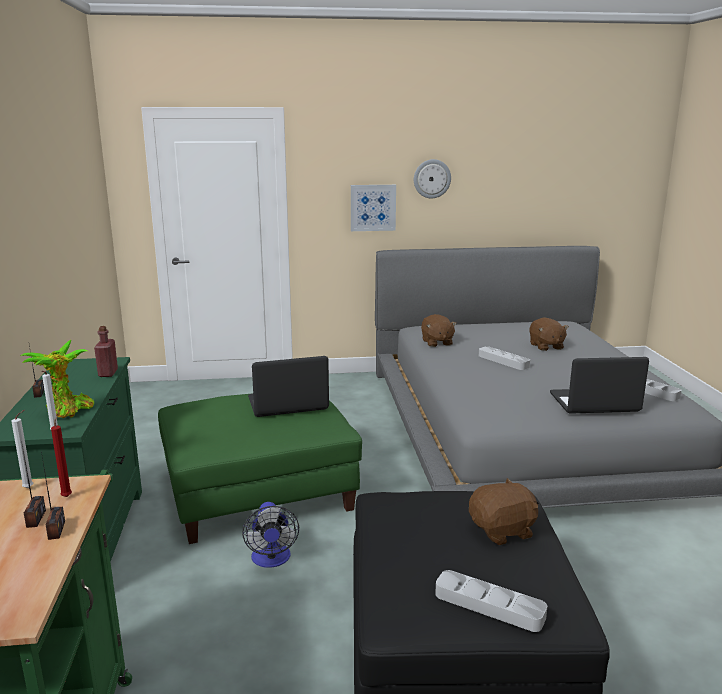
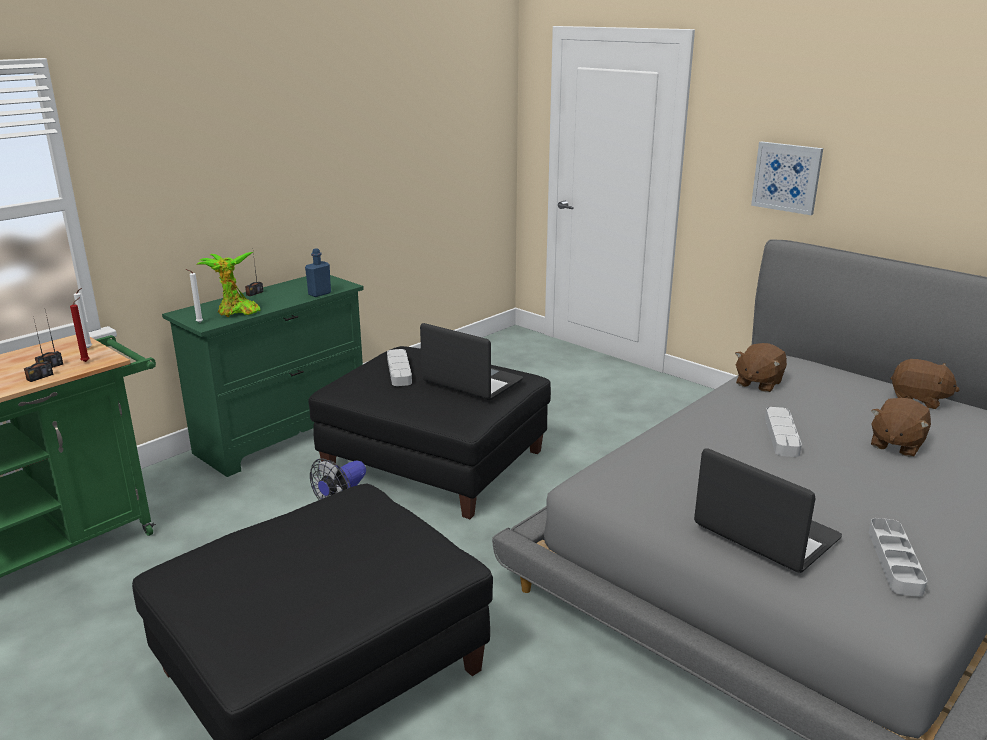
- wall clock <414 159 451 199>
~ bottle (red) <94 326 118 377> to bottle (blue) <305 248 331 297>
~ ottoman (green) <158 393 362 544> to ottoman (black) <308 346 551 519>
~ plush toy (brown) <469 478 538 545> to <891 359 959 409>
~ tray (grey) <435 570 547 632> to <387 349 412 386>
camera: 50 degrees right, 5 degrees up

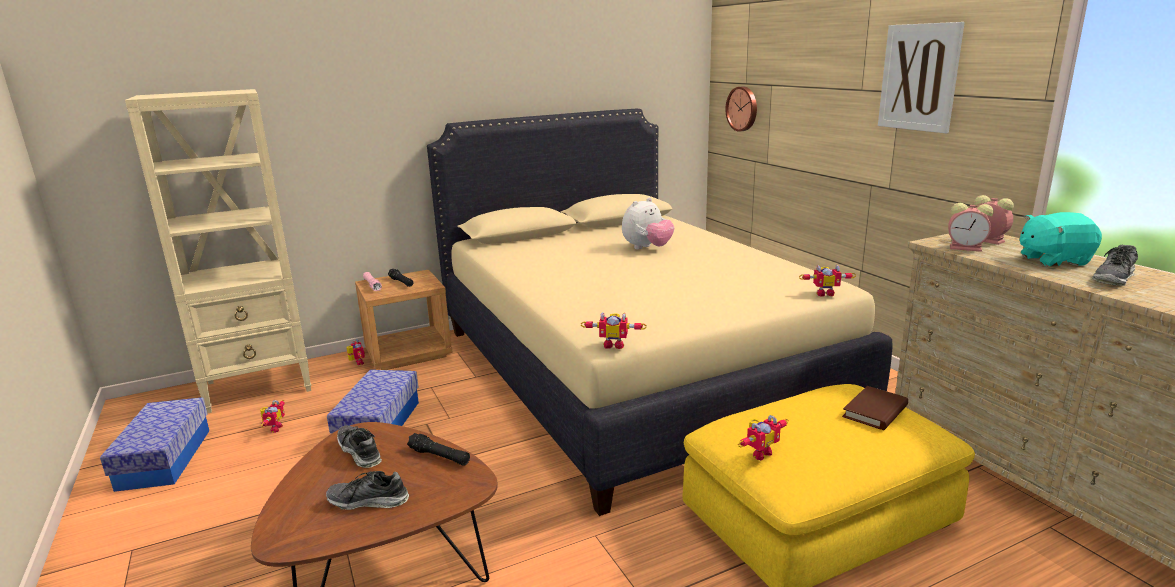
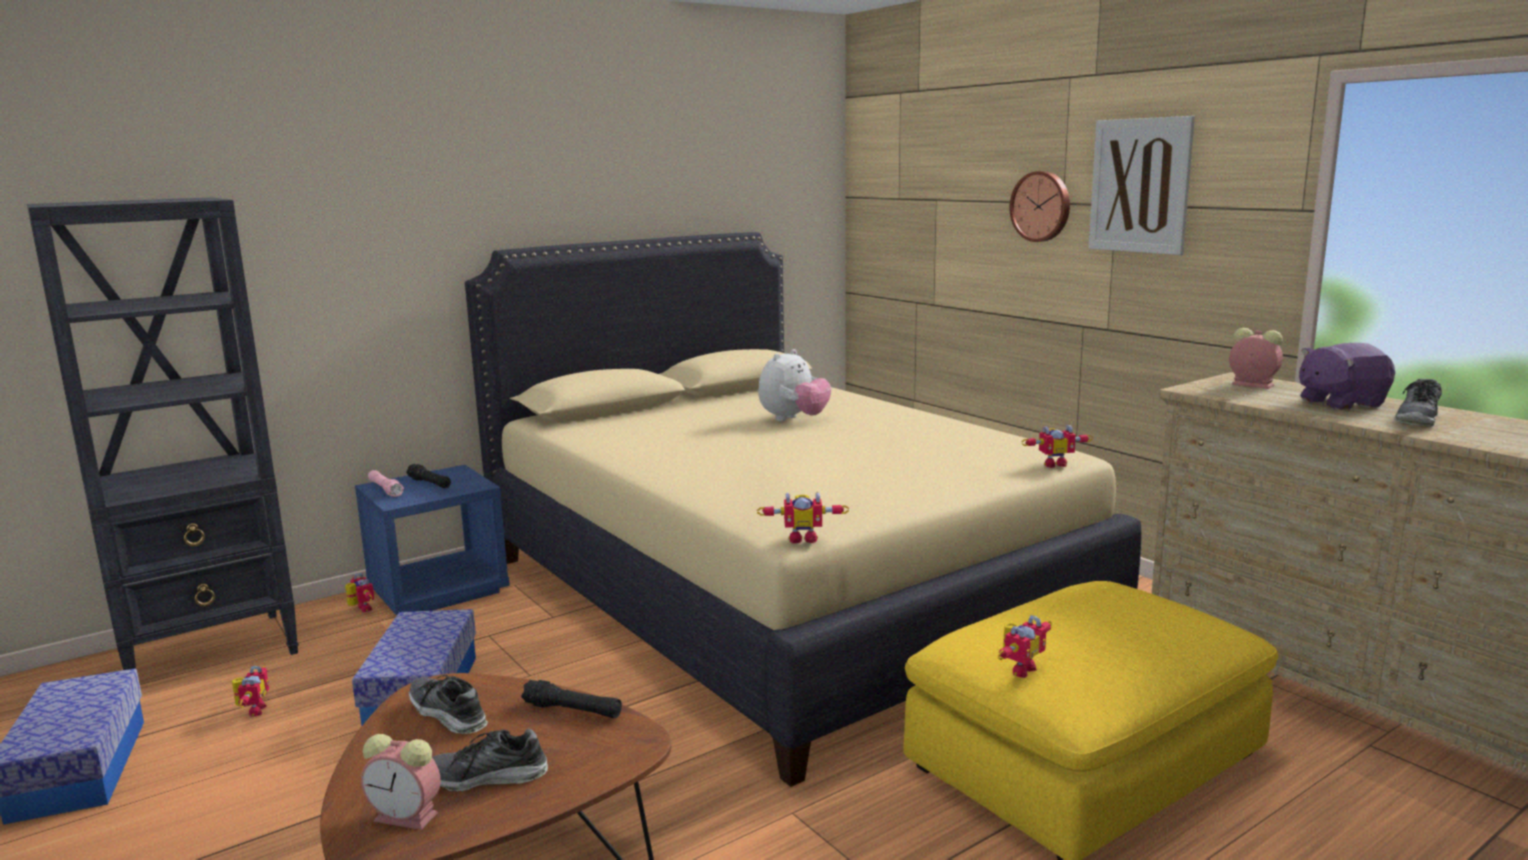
~ wall clock <726 87 757 132> to <1010 171 1070 242>
~ bookcase (beige) <125 89 311 414> to bookcase (black) <27 197 299 670>
~ alarm clock <948 203 994 252> to <361 734 441 830>
~ plush toy (turquoise) <1020 212 1102 267> to plush toy (purple) <1299 343 1395 410>
~ nightstand (brown) <355 270 453 370> to nightstand (blue) <355 465 510 615>
- book (brown) <842 386 908 430>
camera: 10 degrees left, 5 degrees down

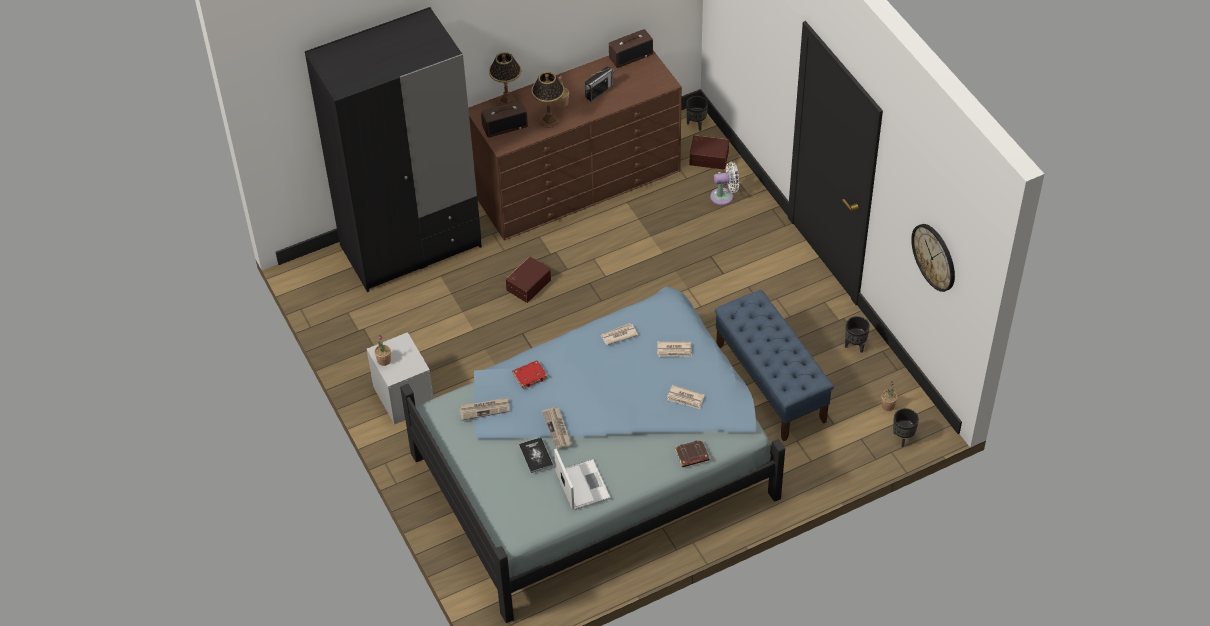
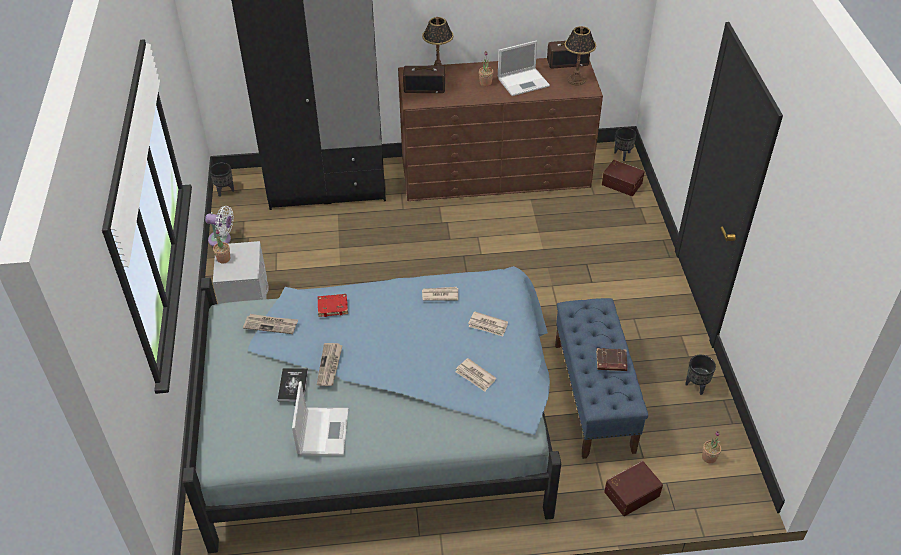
~ radio <585 67 614 101> to laptop <498 40 550 96>
~ table lamp <531 72 565 128> to <564 26 596 85>
~ fan (white) <710 162 739 206> to <205 206 234 247>
- wall clock <911 224 955 292>
~ storage box (brown) <506 256 551 303> to <604 461 663 516>
~ planter (black) <893 408 919 447> to <210 163 234 197>
~ book (brown) <675 440 709 467> to <596 348 628 371>
camera: 20 degrees right, 5 degrees down

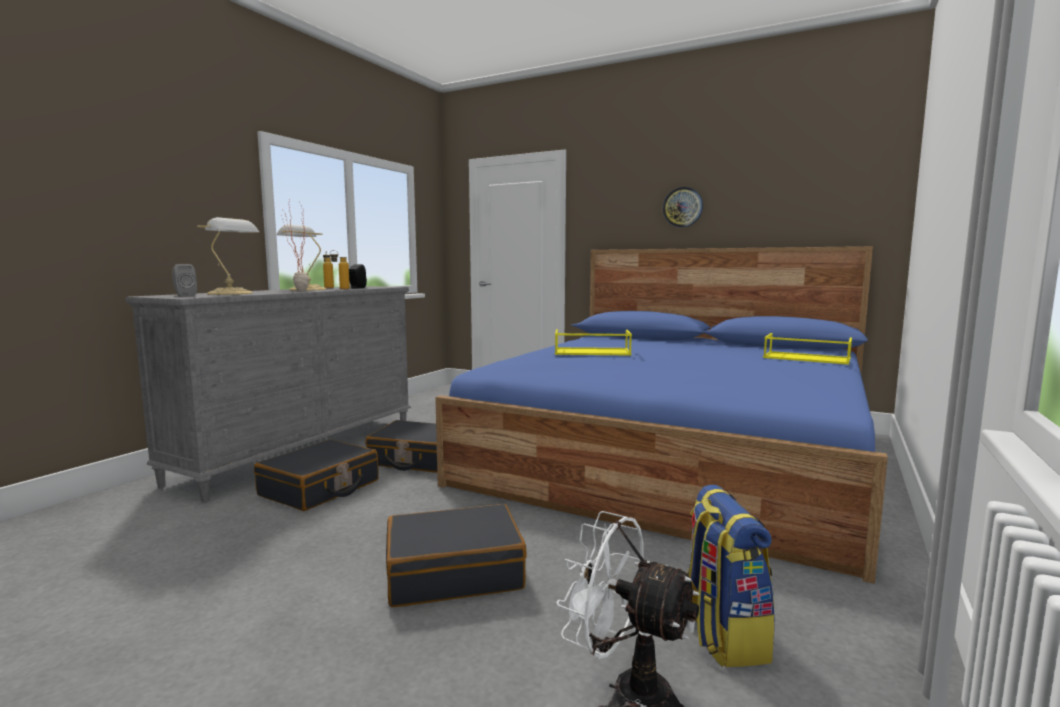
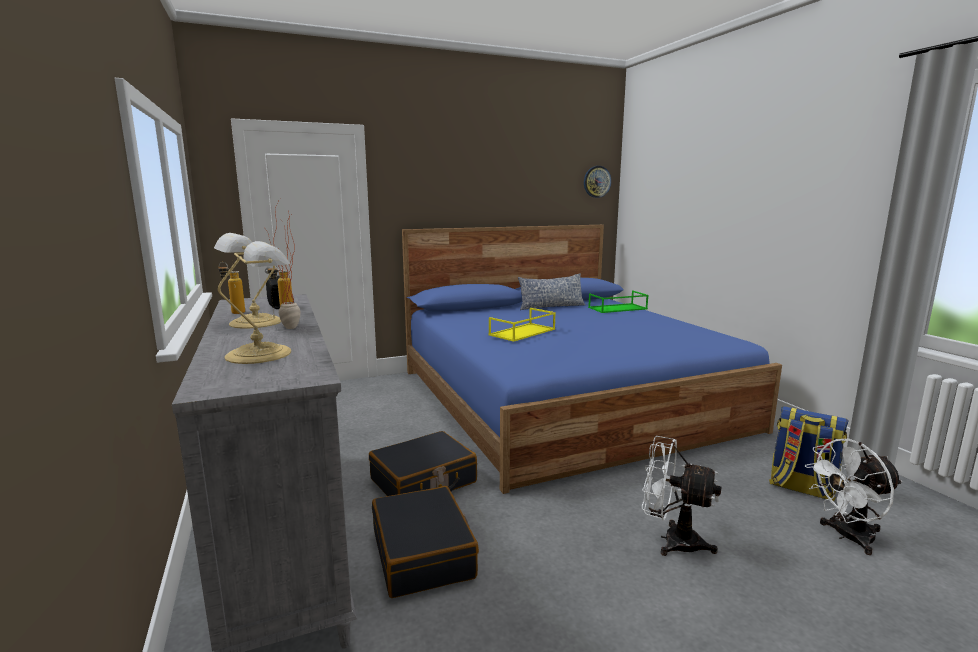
~ wall clock <663 187 703 227> to <584 166 611 198>
- speaker (grey) <172 264 197 296>
~ tray (yellow) <763 333 852 365> to tray (green) <588 291 649 313>
~ suitcase (black) <386 504 527 607> to fan (white) <642 436 722 556>
+ pillow <518 274 585 310>
camera: 50 degrees left, 5 degrees up

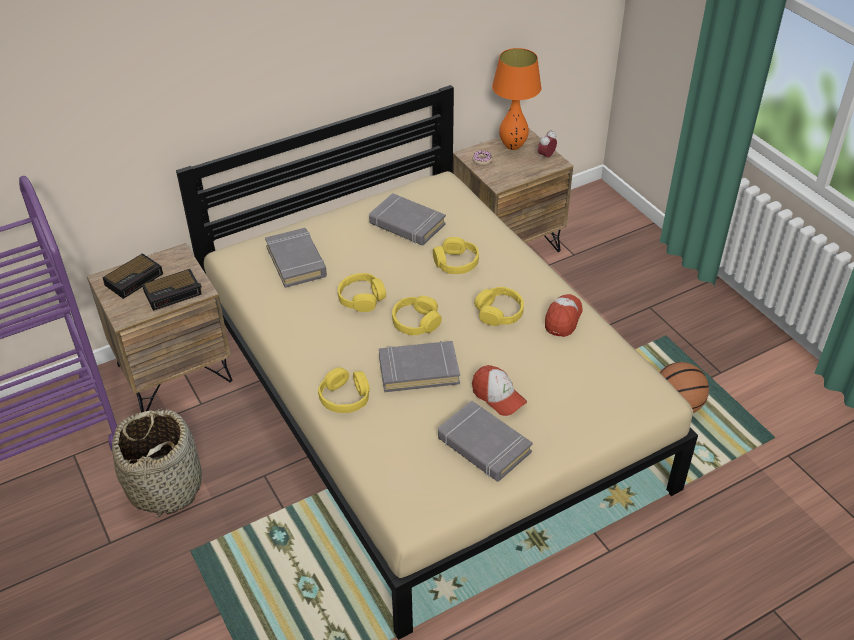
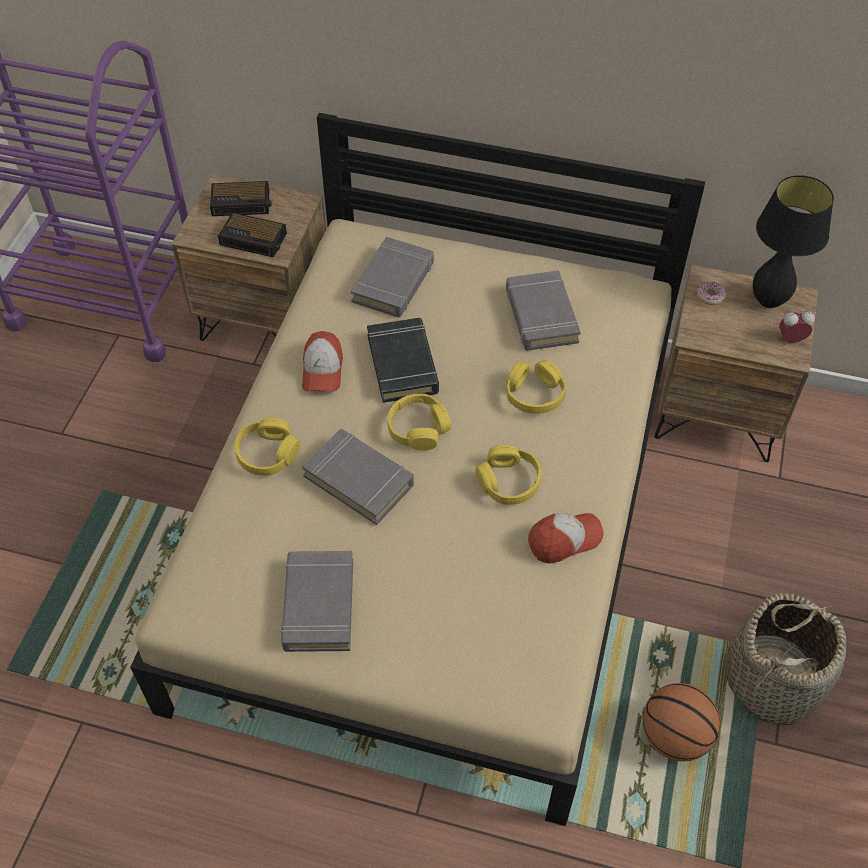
~ table lamp (orange) <492 48 541 150> to table lamp (black) <753 175 834 308>
~ headphones (yellow) <338 273 386 312> to book (black) <367 318 439 403>
~ cap <472 365 527 416> to <302 331 343 392>
~ basket <112 408 202 518> to <726 593 846 726>
camera: 45 degrees right, 10 degrees up

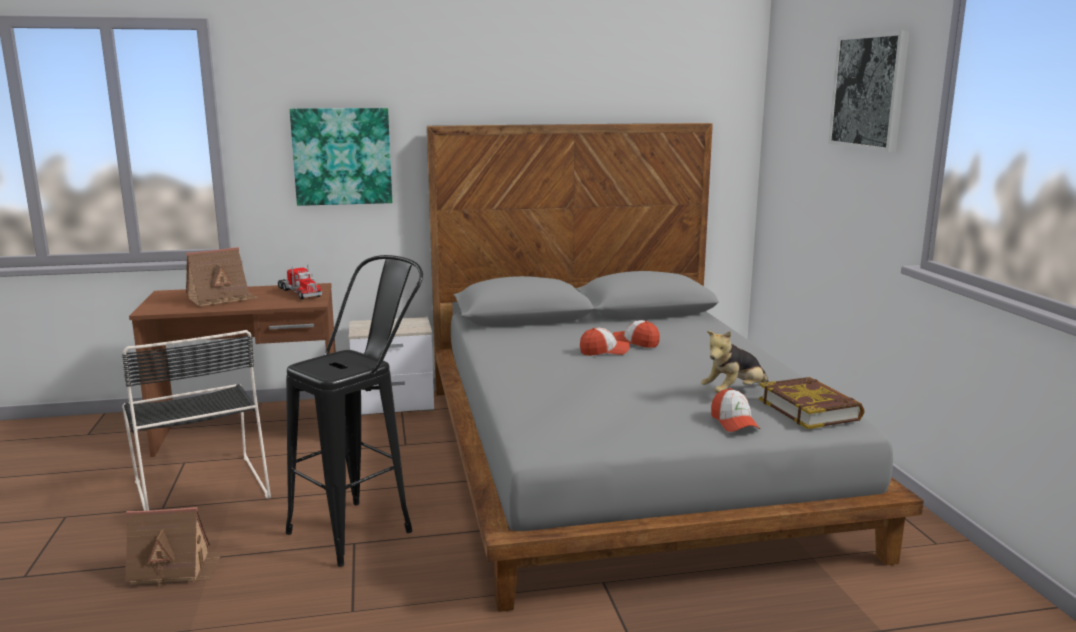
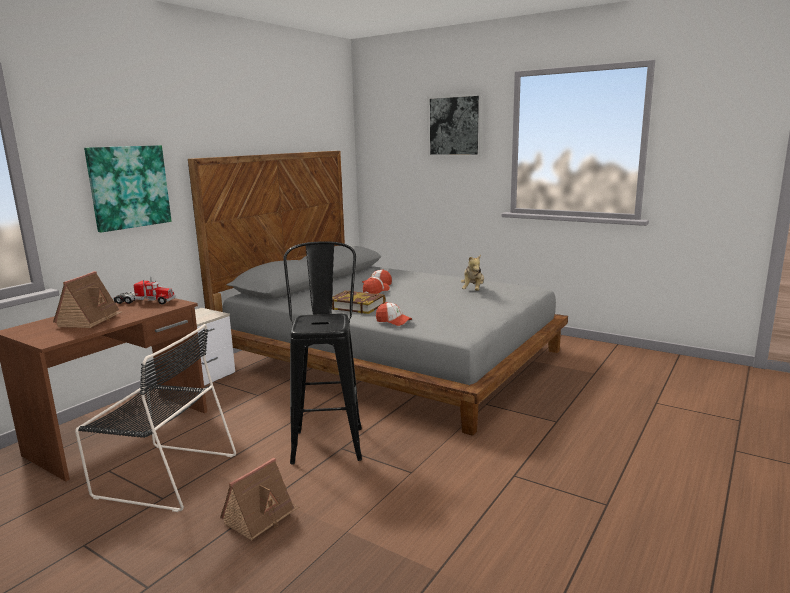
~ book <759 377 865 429> to <332 291 386 314>
~ cap <711 388 760 432> to <376 302 412 326>
camera: 45 degrees left, 0 degrees up

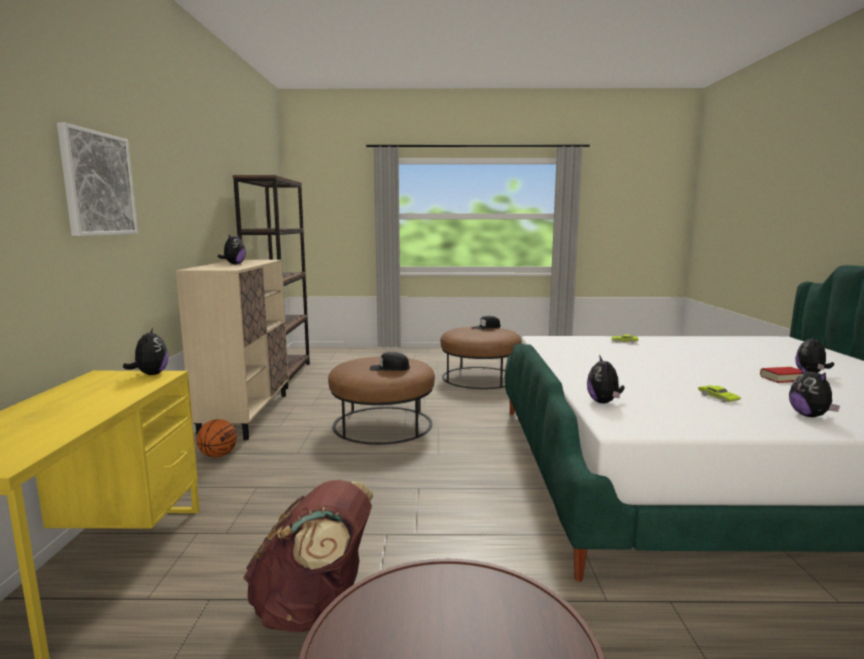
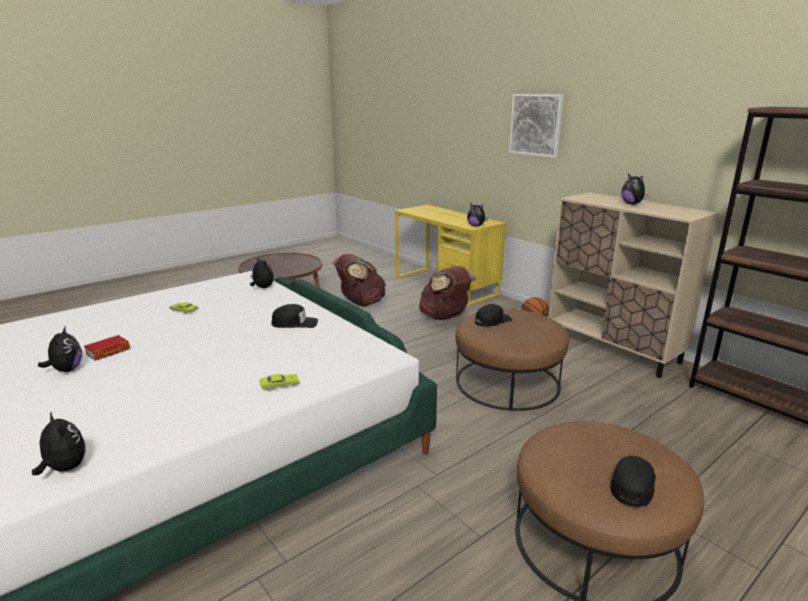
~ plush toy <789 365 840 417> to <32 412 86 475>
+ backpack (brown) <419 266 477 320>
+ cap (black) <271 304 318 328>
camera: 140 degrees right, 10 degrees up

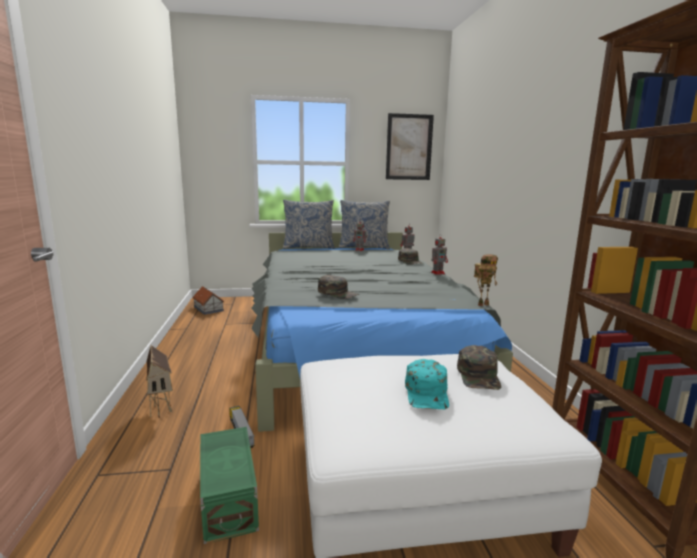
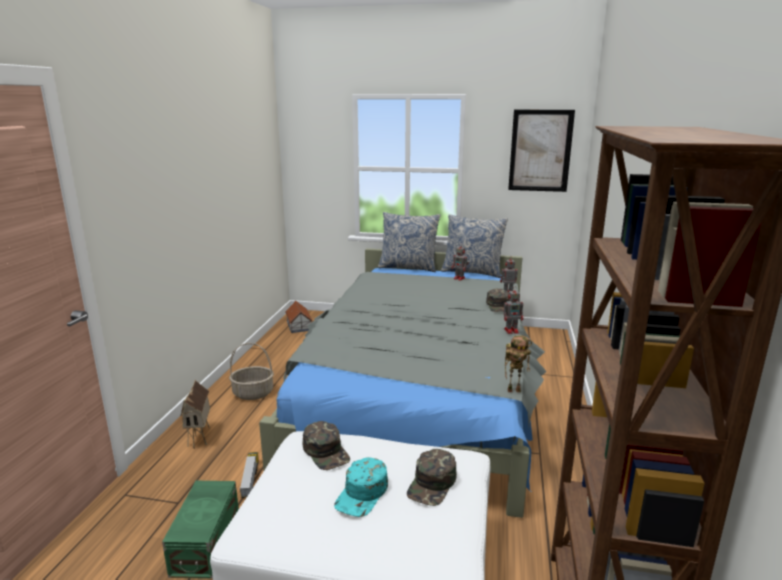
~ cap (green) <318 275 359 299> to <303 421 350 470>
+ basket <229 343 274 400>
camera: 20 degrees right, 5 degrees up

